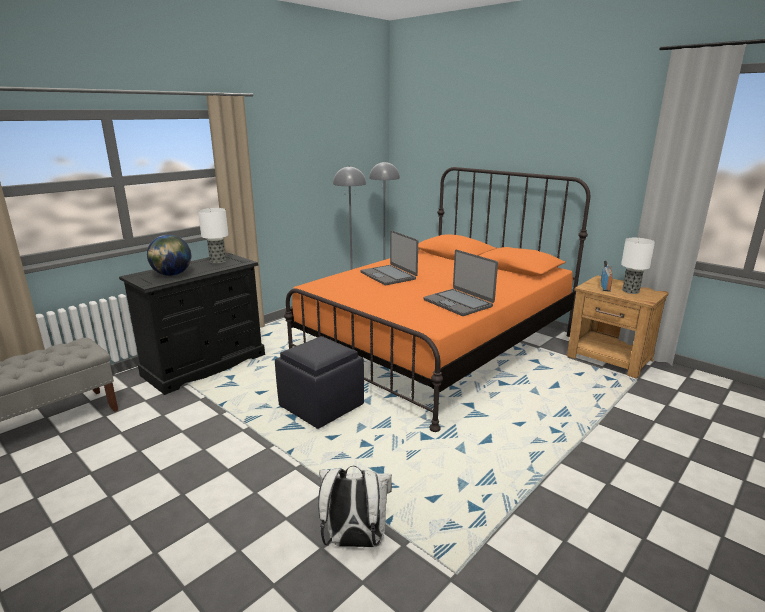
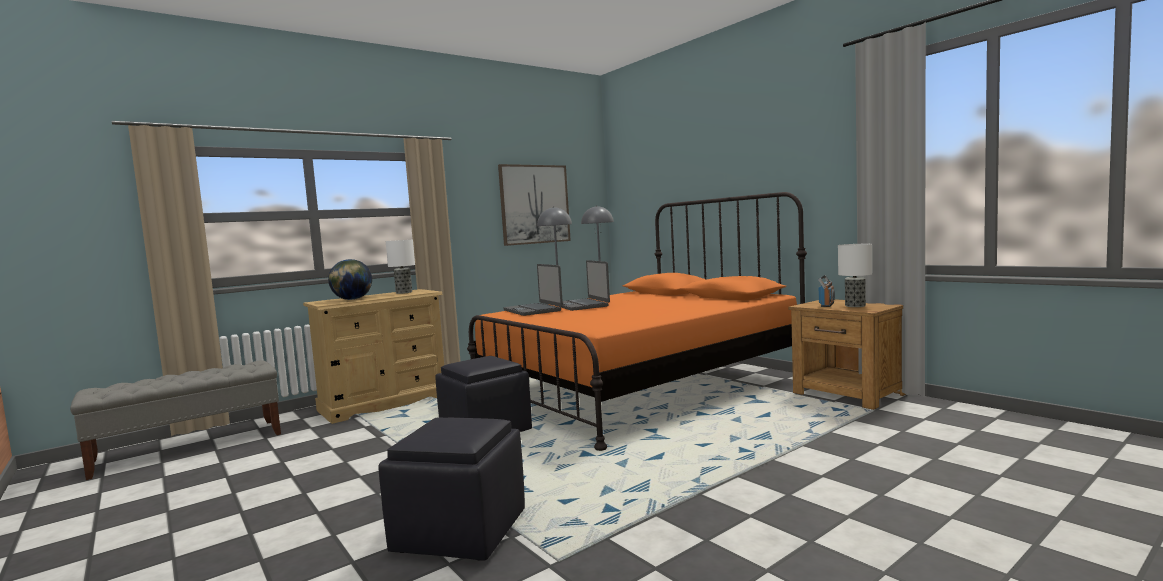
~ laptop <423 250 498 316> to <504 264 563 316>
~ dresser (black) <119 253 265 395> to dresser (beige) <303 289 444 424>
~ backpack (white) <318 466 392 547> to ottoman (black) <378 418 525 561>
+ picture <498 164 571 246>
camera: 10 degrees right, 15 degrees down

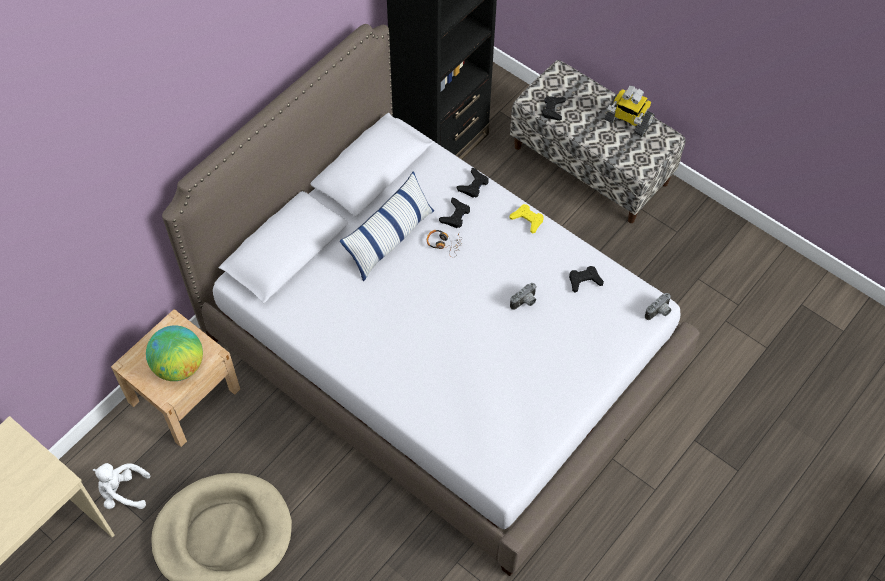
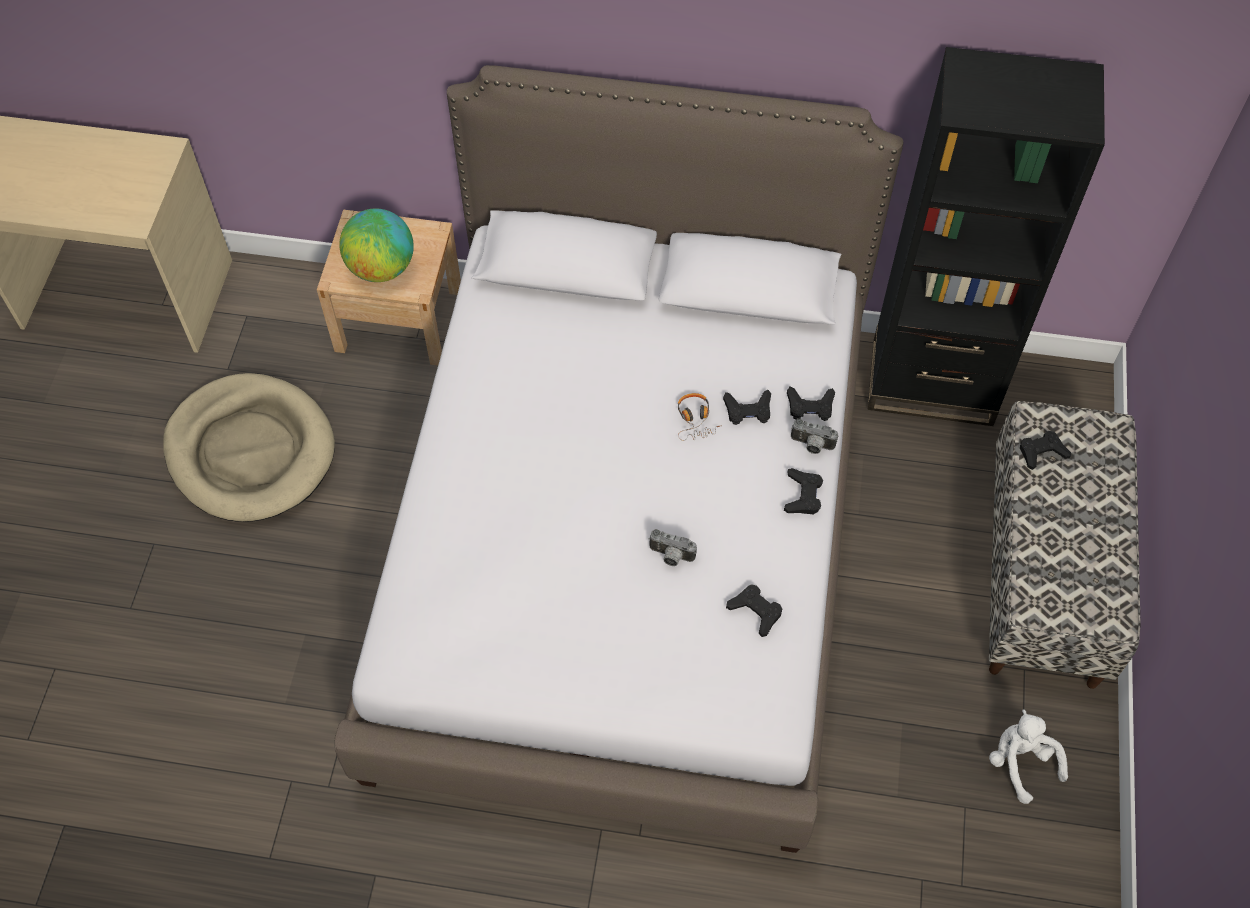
- toy robot <605 86 655 137>
- pillow <340 172 434 281>
~ game controller (yellow) <509 204 544 234> to game controller (black) <784 468 823 514>
~ photo camera <645 293 671 320> to <791 419 838 454>
~ plush toy (white) <93 463 150 509> to <989 710 1068 804>
camera: 60 degrees right, 0 degrees up

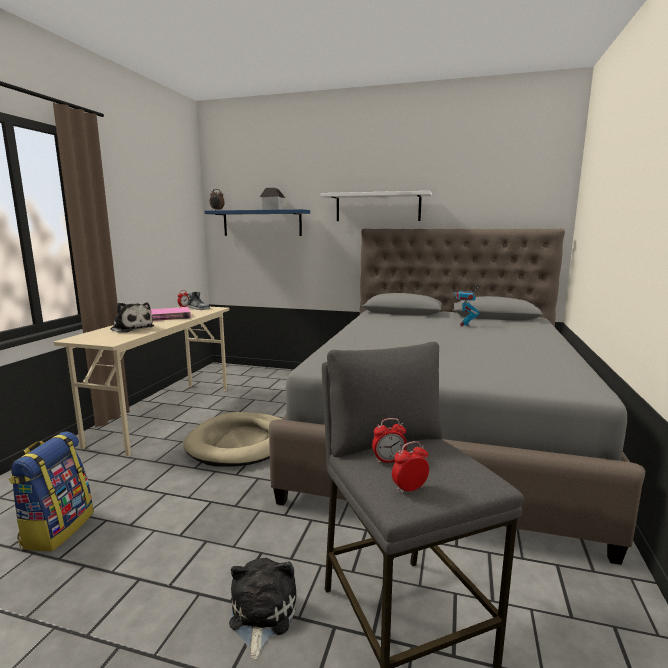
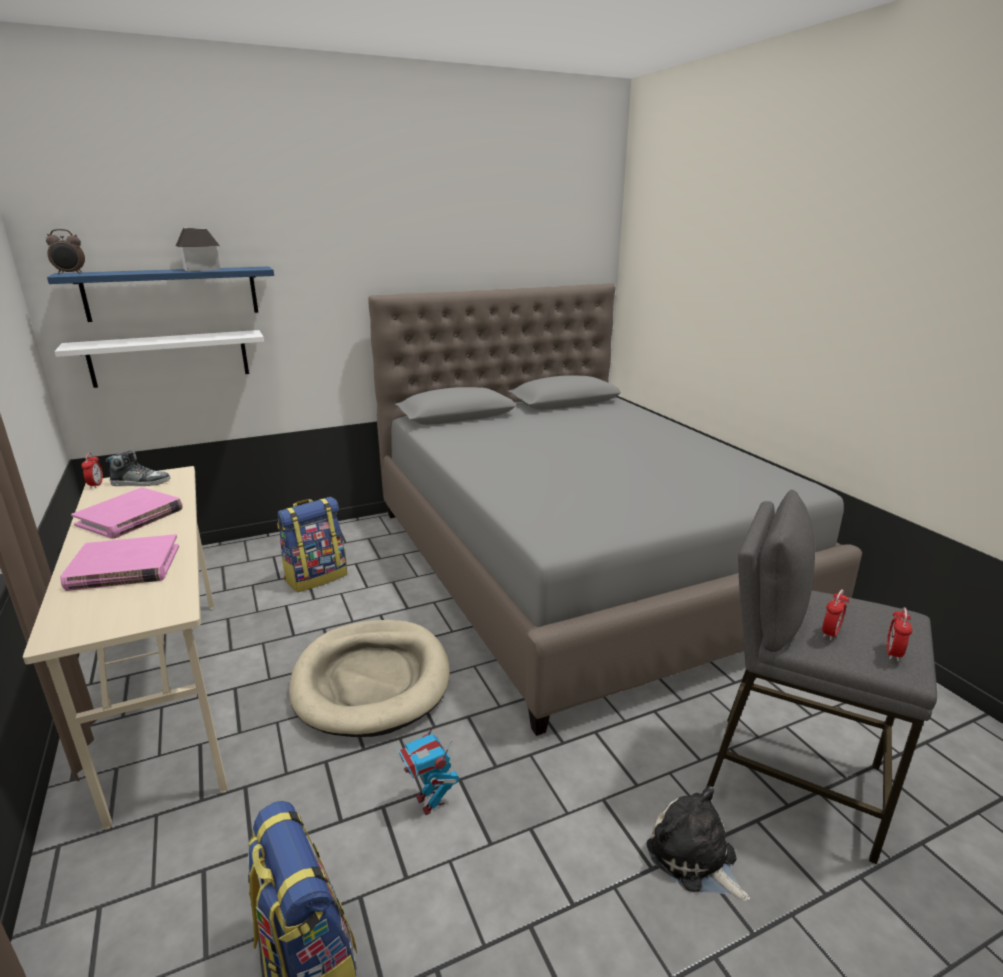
~ shelf (white) <320 191 432 221> to <55 330 264 388>
~ toy robot <454 285 479 327> to <398 718 459 815>
~ plush toy <111 302 154 333> to book (pink) <60 534 179 591>
+ backpack <277 497 347 592>
camera: 40 degrees left, 10 degrees up

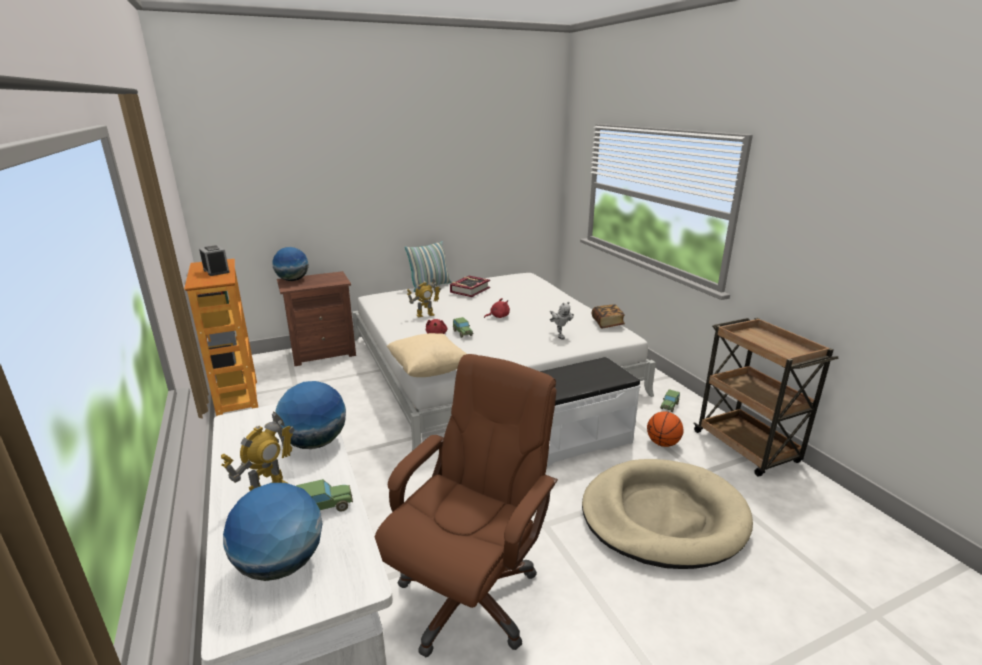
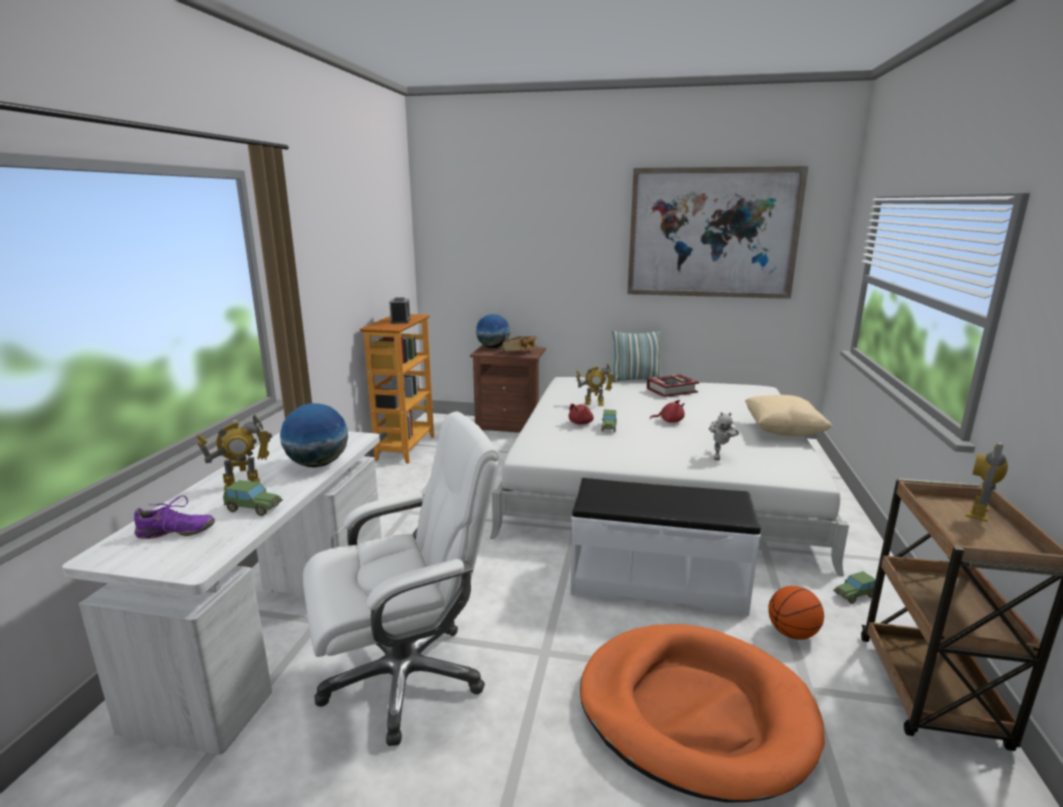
~ book <592 304 625 328> to <502 336 537 353>
~ pillow (beige) <387 333 467 377> to <745 395 832 436>
~ office chair (brown) <375 354 558 657> to office chair (white) <303 412 499 746>
~ dog bed (beige) <582 459 753 569> to dog bed (orange) <580 624 825 803>
~ globe <223 483 323 581> to shoe (purple) <134 496 215 539>
+ picture <627 166 808 299>
+ toy robot <966 443 1008 522>
camera: 35 degrees right, 5 degrees down

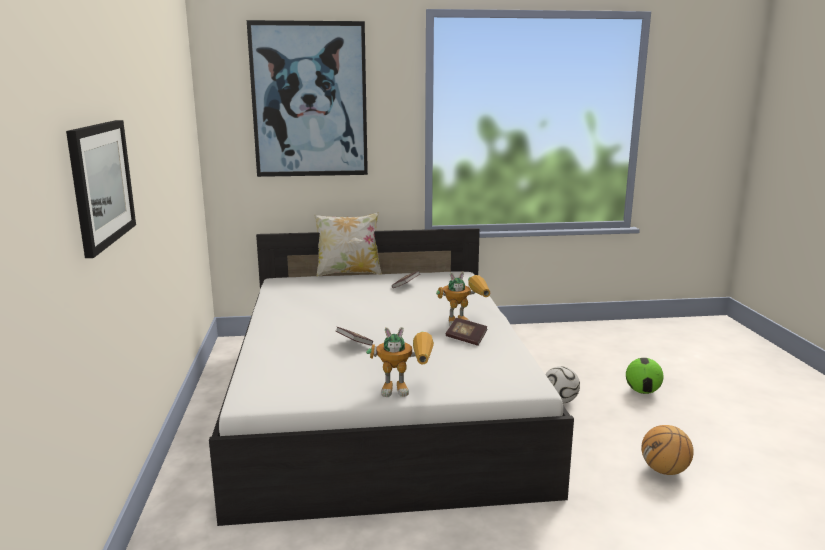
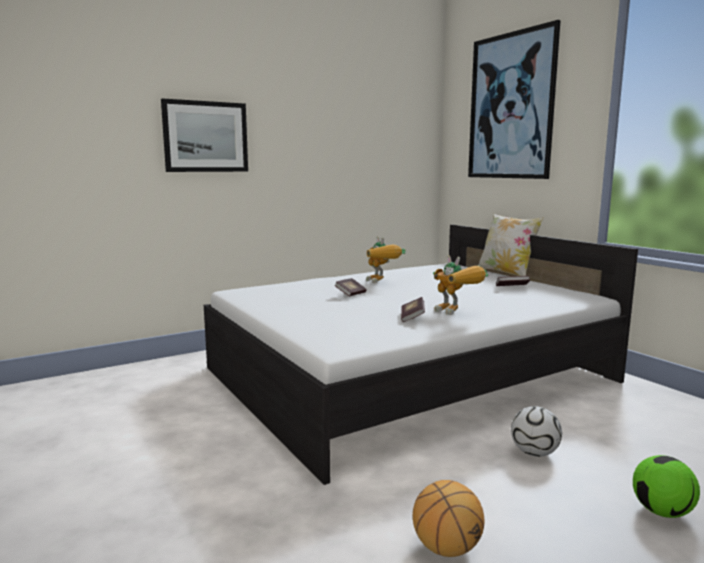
~ toy robot <366 327 434 397> to <366 236 405 283>
camera: 65 degrees right, 5 degrees down

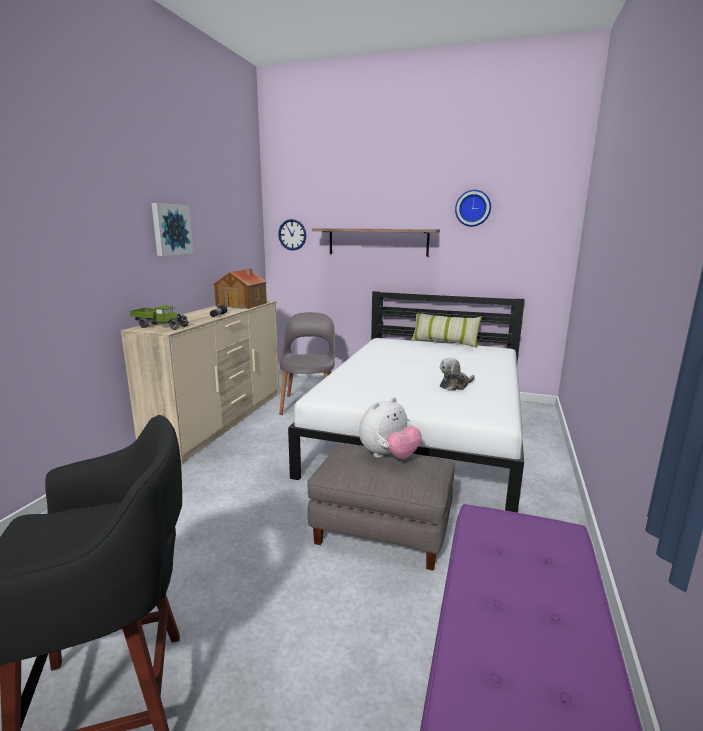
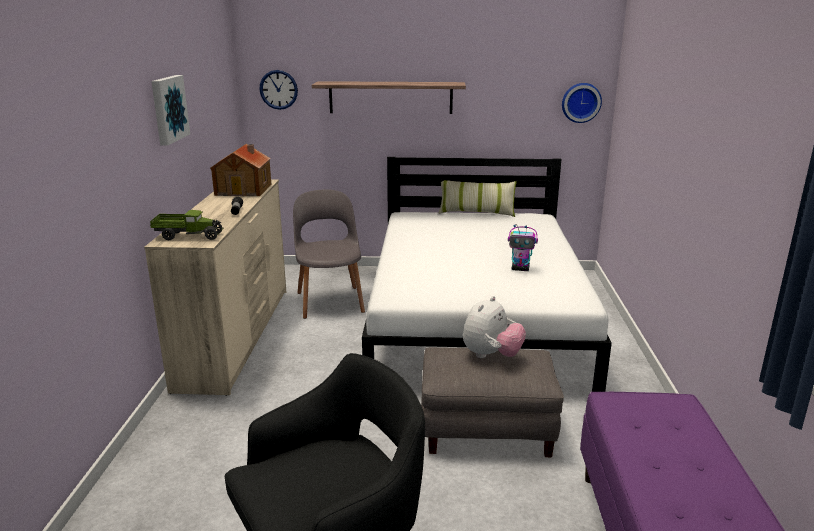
~ wall clock <455 190 491 227> to <562 83 602 123>
~ plush toy <440 358 475 391> to toy robot <508 224 538 271>
camera: 15 degrees left, 5 degrees up

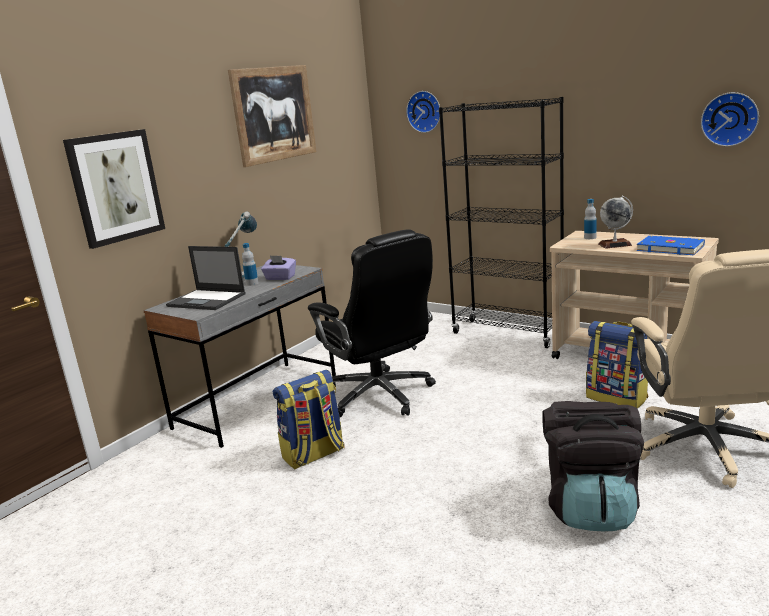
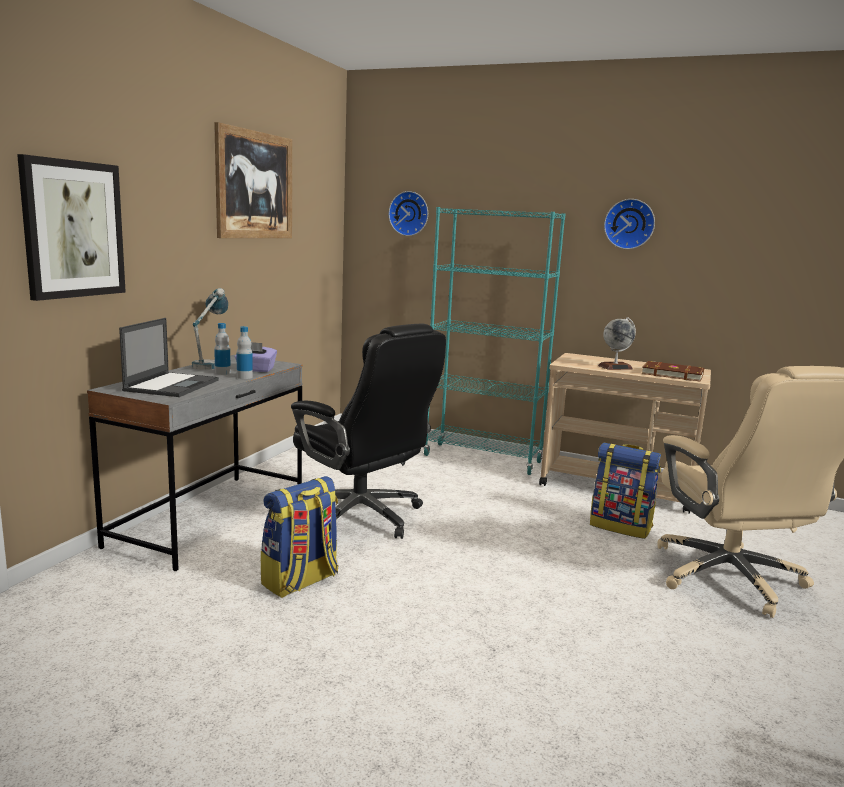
~ wall clock <701 92 759 146> to <604 199 655 249>
~ bookcase (black) <439 97 564 348> to bookcase (turquoise) <423 207 565 475>
~ bottle <584 199 597 239> to <236 326 253 379>
~ book (blue) <637 236 705 255> to book (brown) <641 361 704 382>
~ laptop <166 246 246 310> = <119 318 219 397> 90 degrees counterclockwise
- backpack (black) <542 401 644 531>
camera: 15 degrees left, 5 degrees down

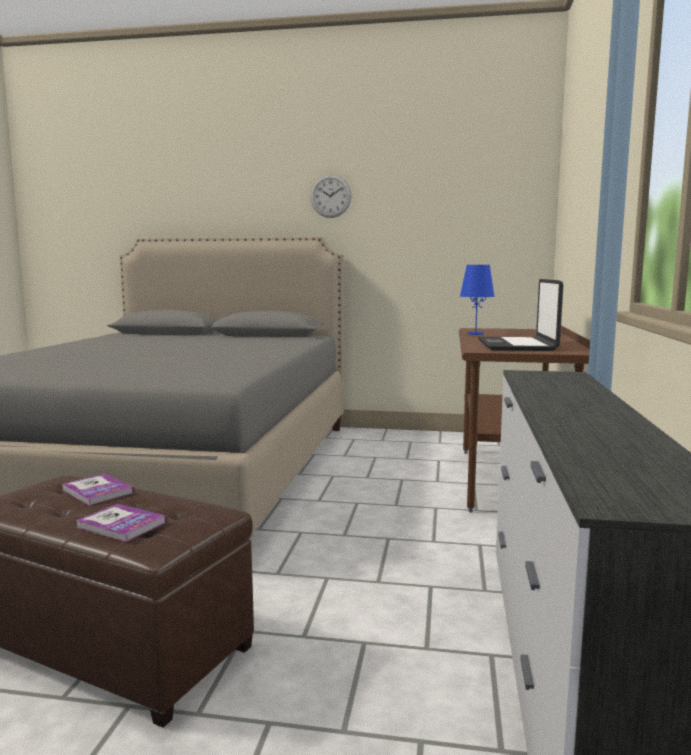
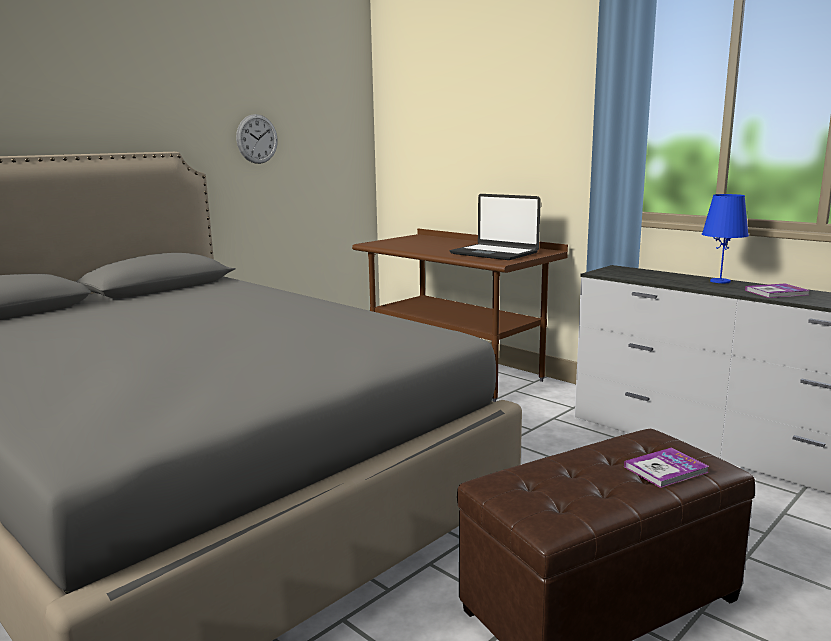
~ wall clock <310 175 351 218> to <236 114 278 164>
~ table lamp (blue) <460 265 495 335> to <702 194 749 283>
~ book <62 474 134 506> to <745 283 810 298>
camera: 55 degrees left, 5 degrees up

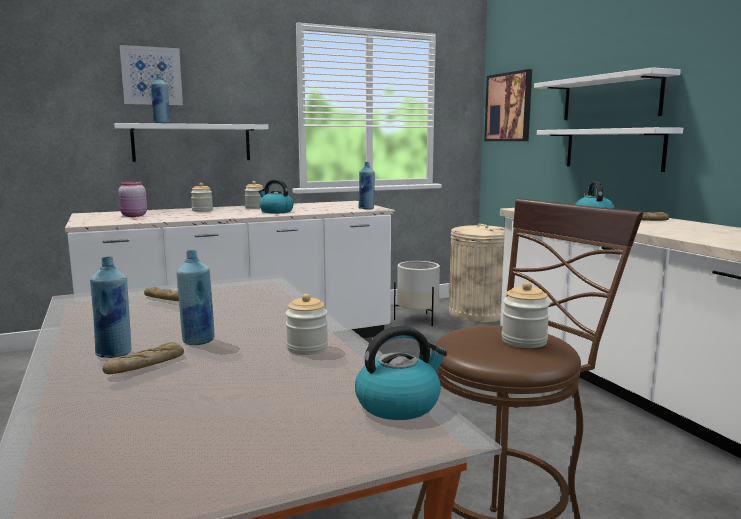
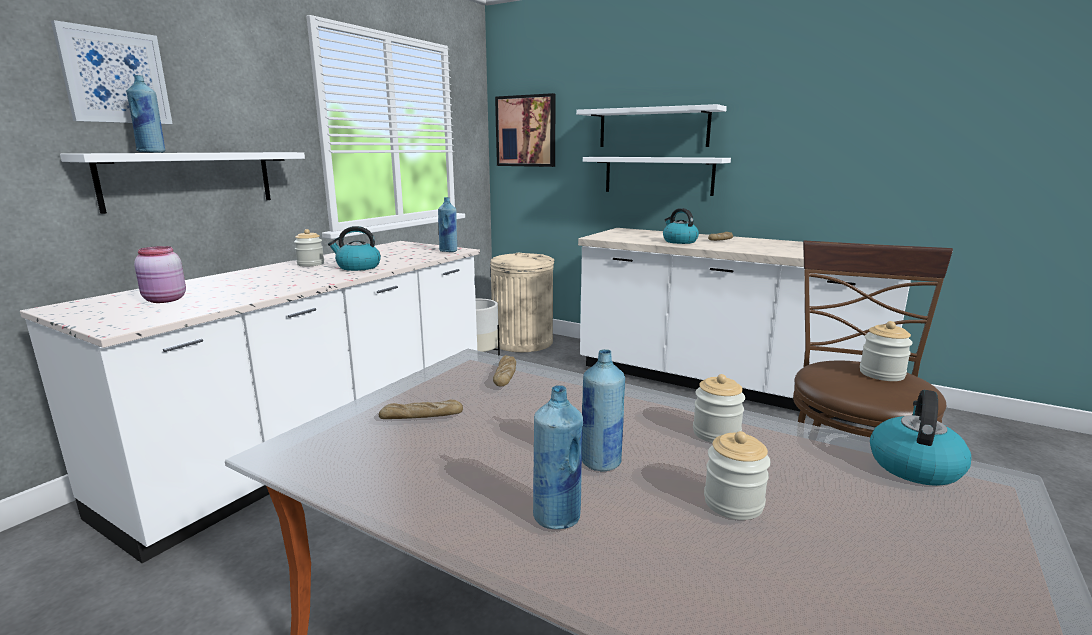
~ jar <191 183 213 212> to <704 431 771 520>
~ bread <103 342 184 374> to <493 355 516 387>
camera: 35 degrees left, 5 degrees up

